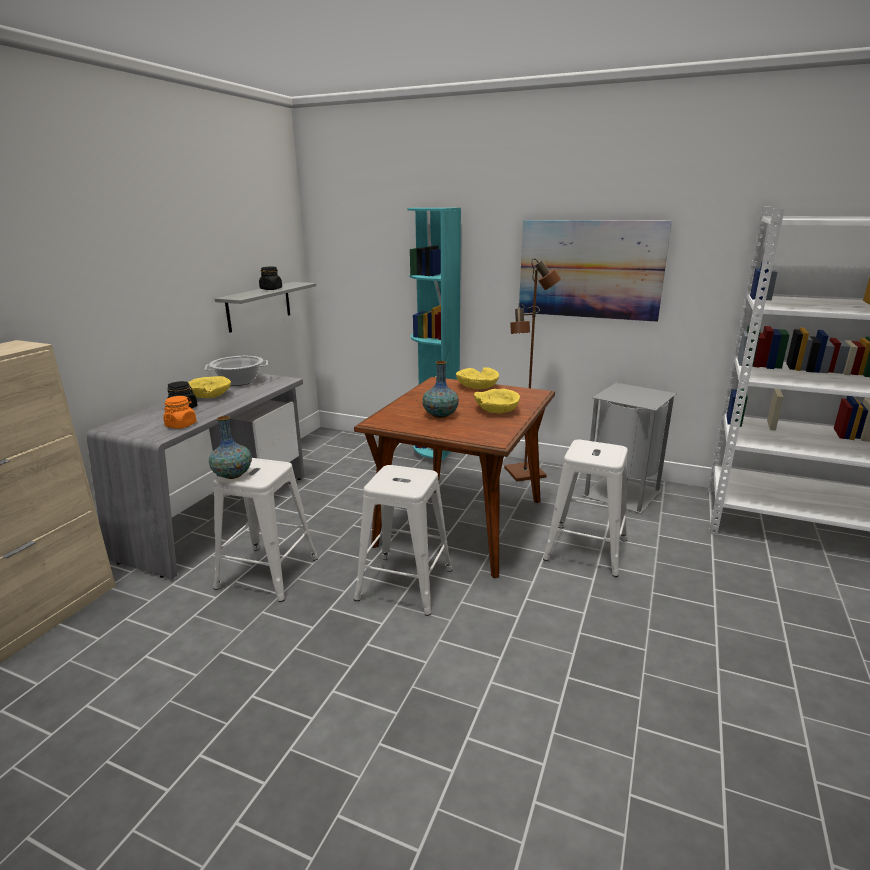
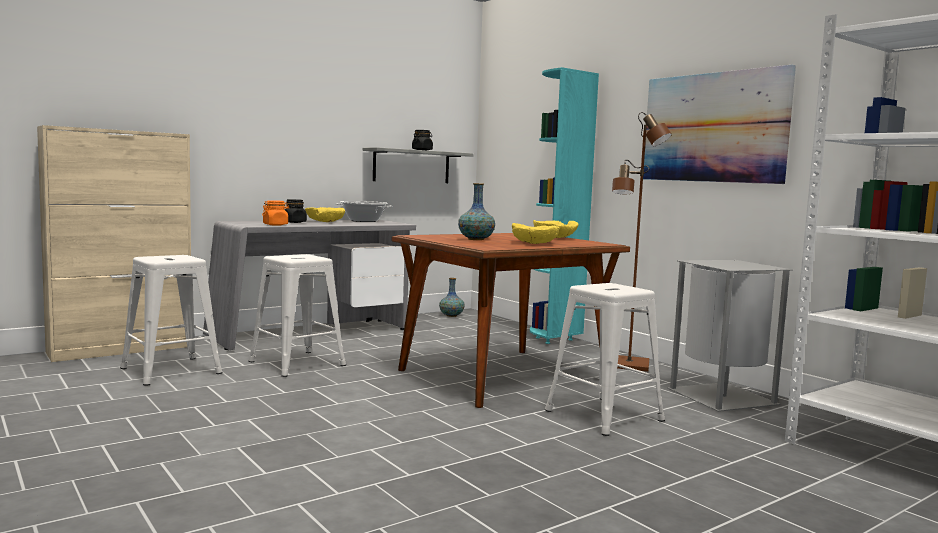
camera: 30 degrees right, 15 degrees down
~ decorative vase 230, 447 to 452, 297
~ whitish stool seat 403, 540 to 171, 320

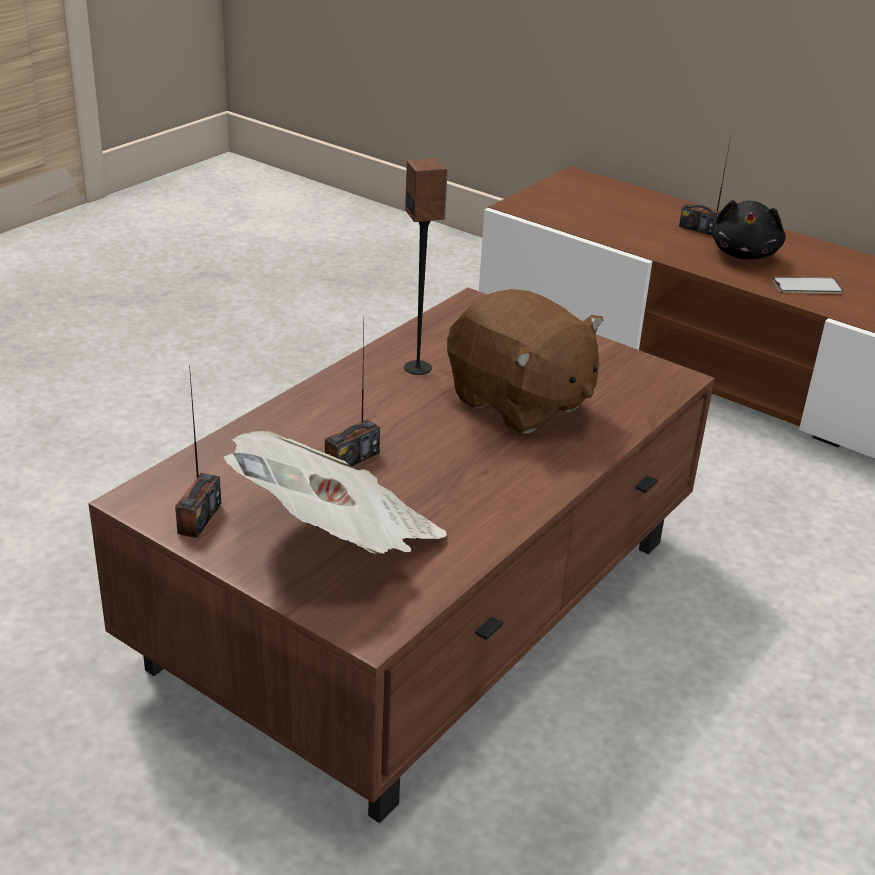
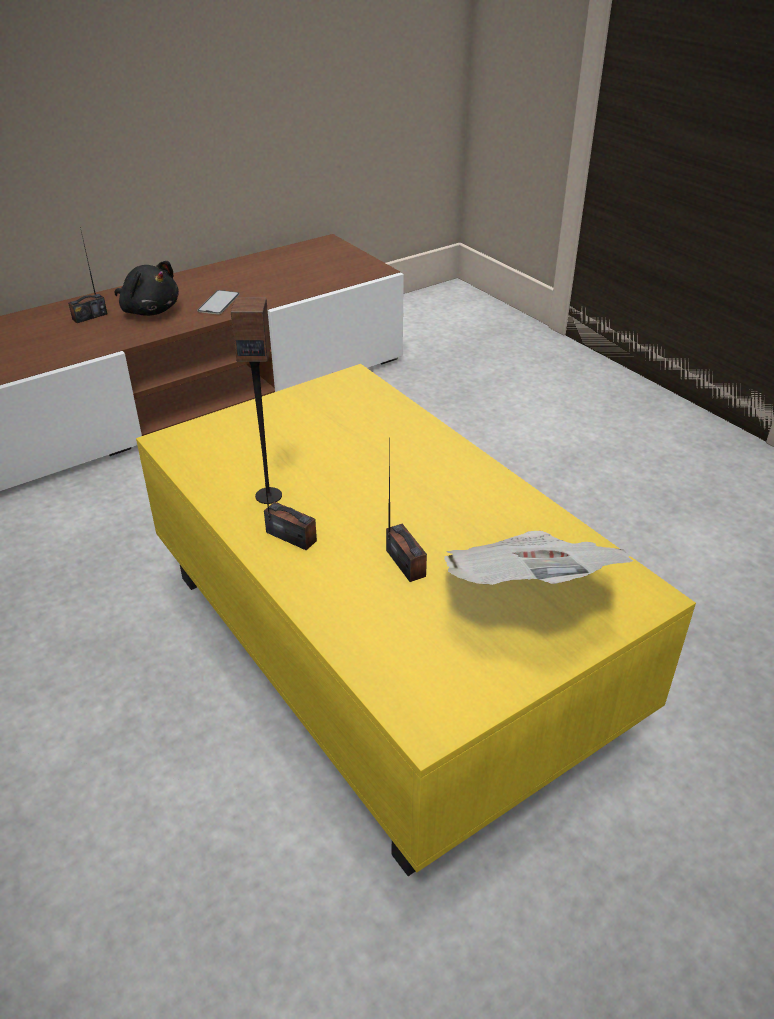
camera: 70 degrees left, 5 degrees up
- brownish cuddly toy 525, 361
~ radio set 198, 451 to 288, 486
~ brownish lounge table 401, 555 to yellow-coloured lounge table 416, 620

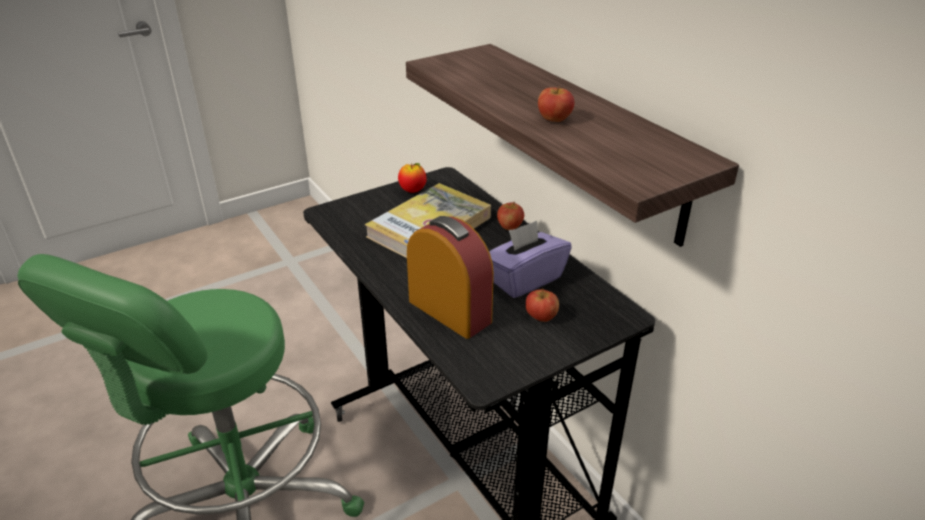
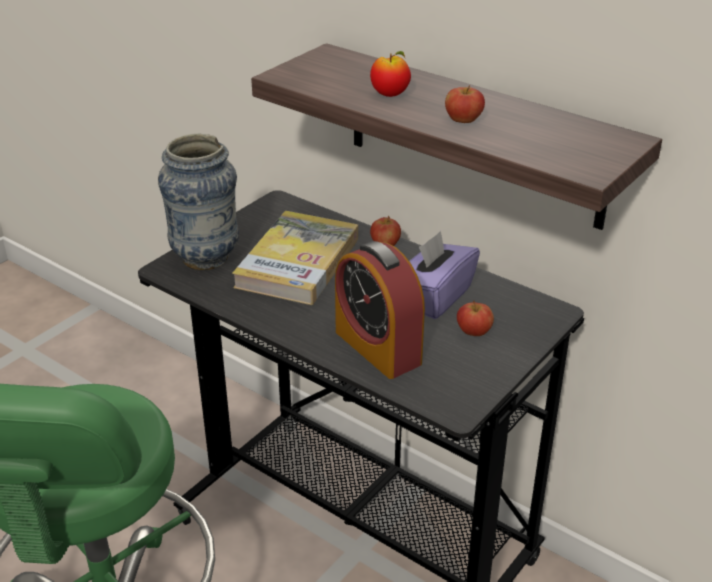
camera: 20 degrees left, 0 degrees up
+ decorative vase 198, 201
~ apple 412, 178 to 390, 74
~ alarm clock 450, 277 = 380, 310 150 degrees counterclockwise

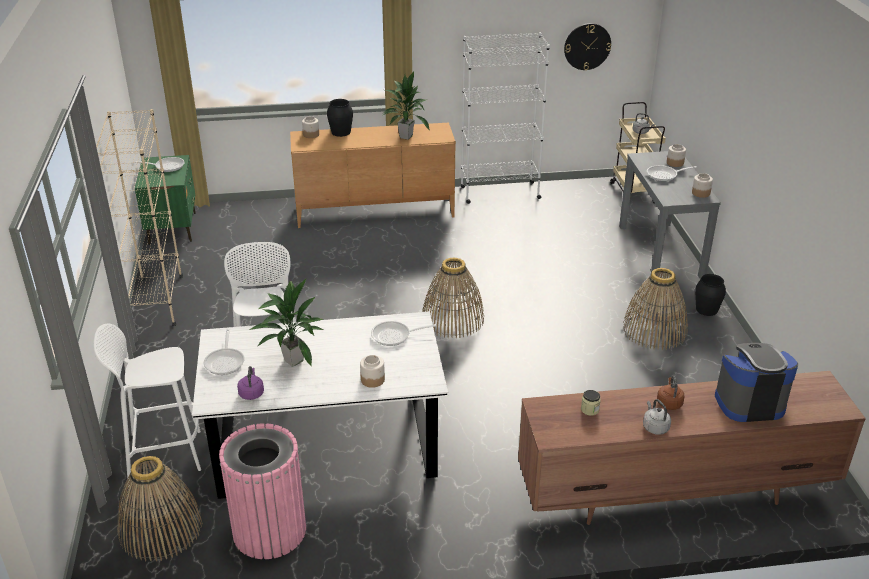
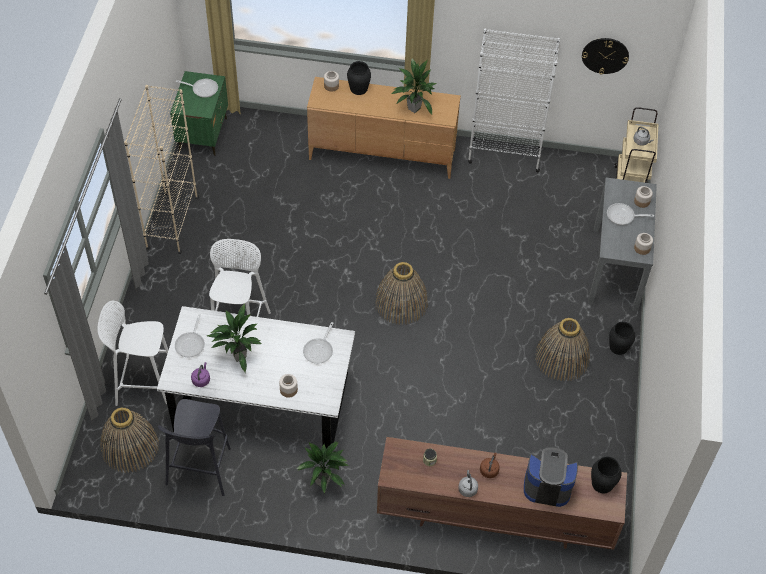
camera: 15 degrees right, 20 degrees up
+ houseplant 323, 467
+ black decorative vase 606, 475
~ pinkish waste bin 262, 491 to gray stool seat 194, 447
~ frying pan 403, 333 = 318, 343 75 degrees counterclockwise

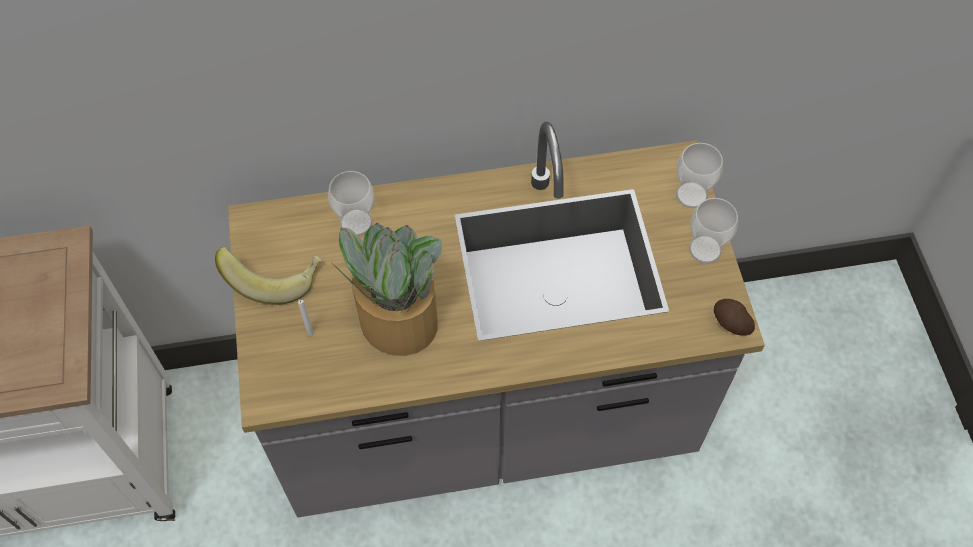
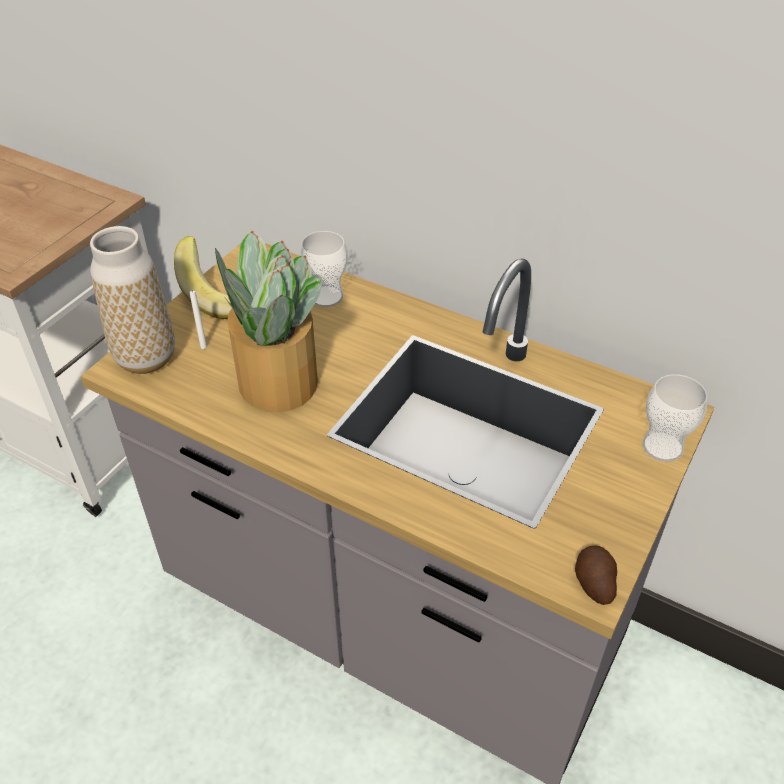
camera: 40 degrees right, 15 degrees down
- small cup 713, 231
+ decorative vase 132, 300

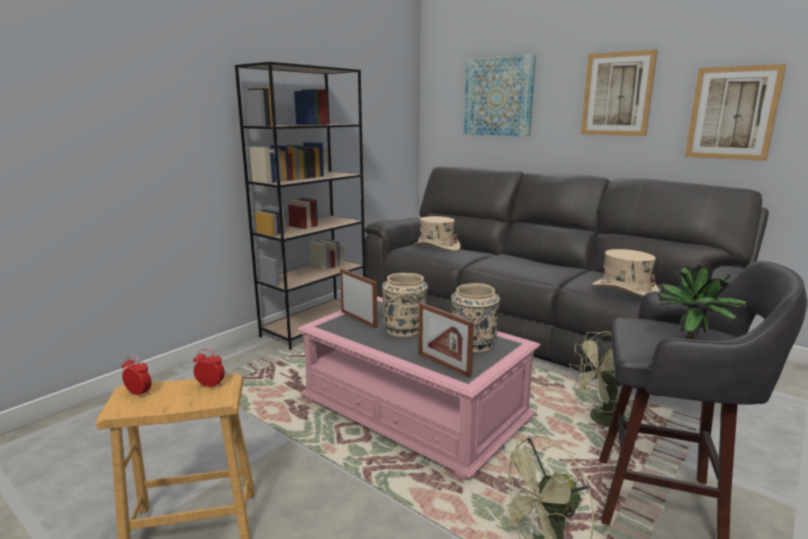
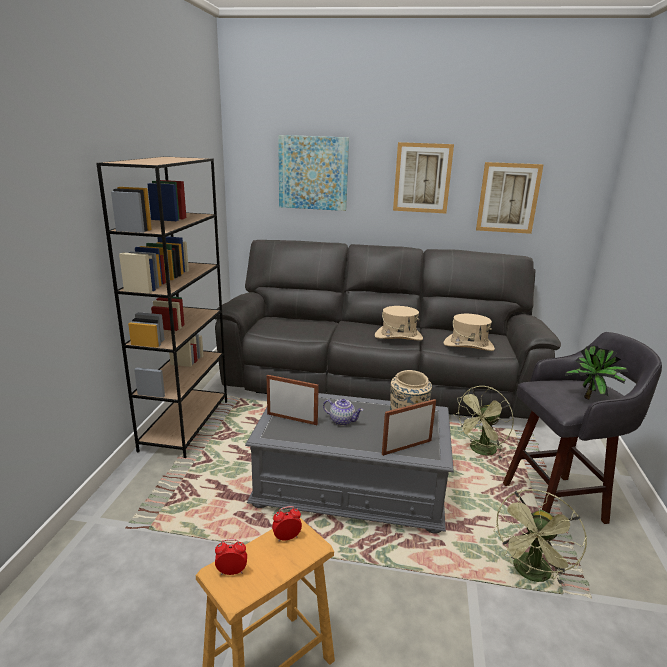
camera: 30 degrees left, 5 degrees up
~ beige hat 437, 233 to 399, 323
~ beige decorative vase 405, 305 to pot for tea 343, 412
~ pinkish lounge table 419, 387 to gray lounge table 349, 463
~ picture frame 446, 340 = 409, 427 135 degrees clockwise

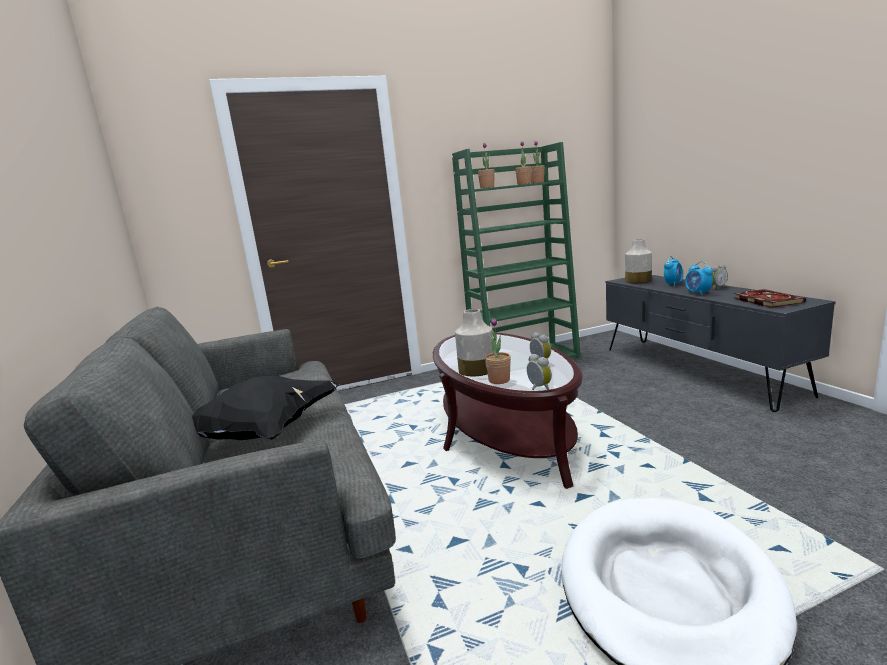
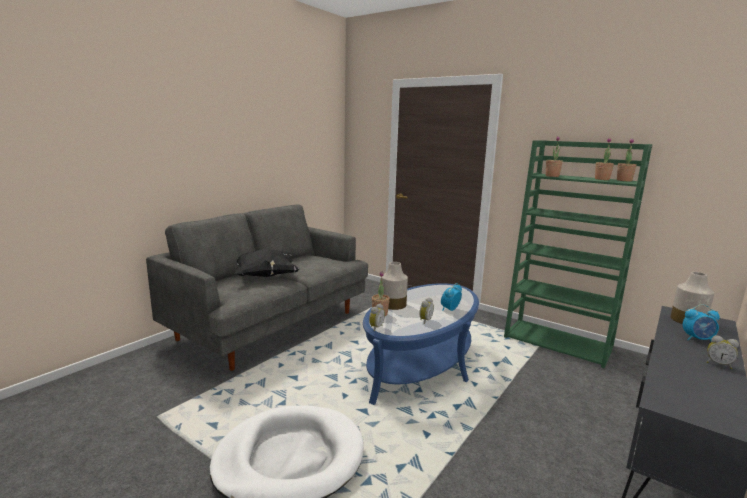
camera: 55 degrees right, 0 degrees up
- bound book 770, 298
~ alarm clock 699, 278 to 451, 297
~ brownish lounge table 508, 411 to blue-coloured lounge table 421, 344

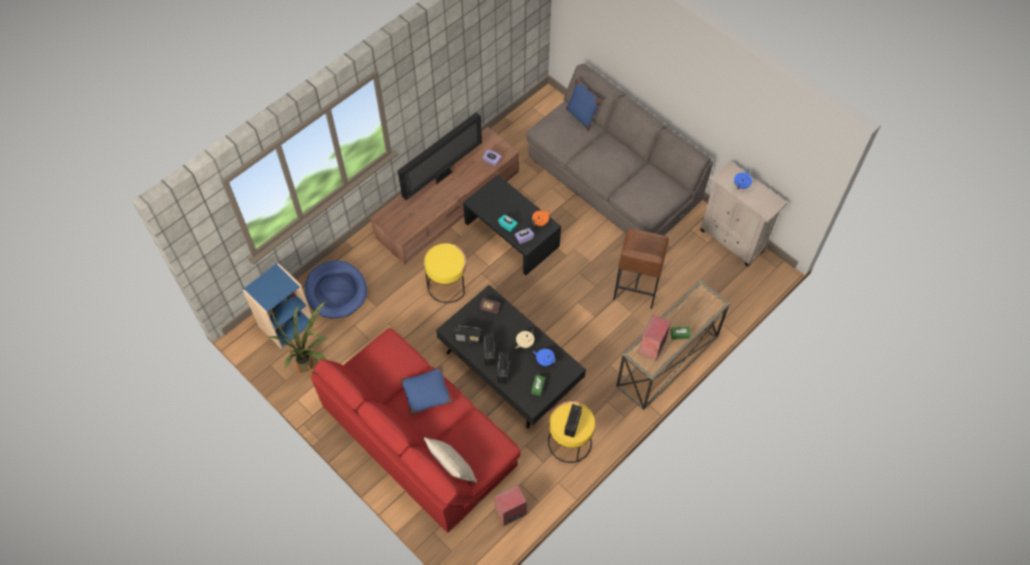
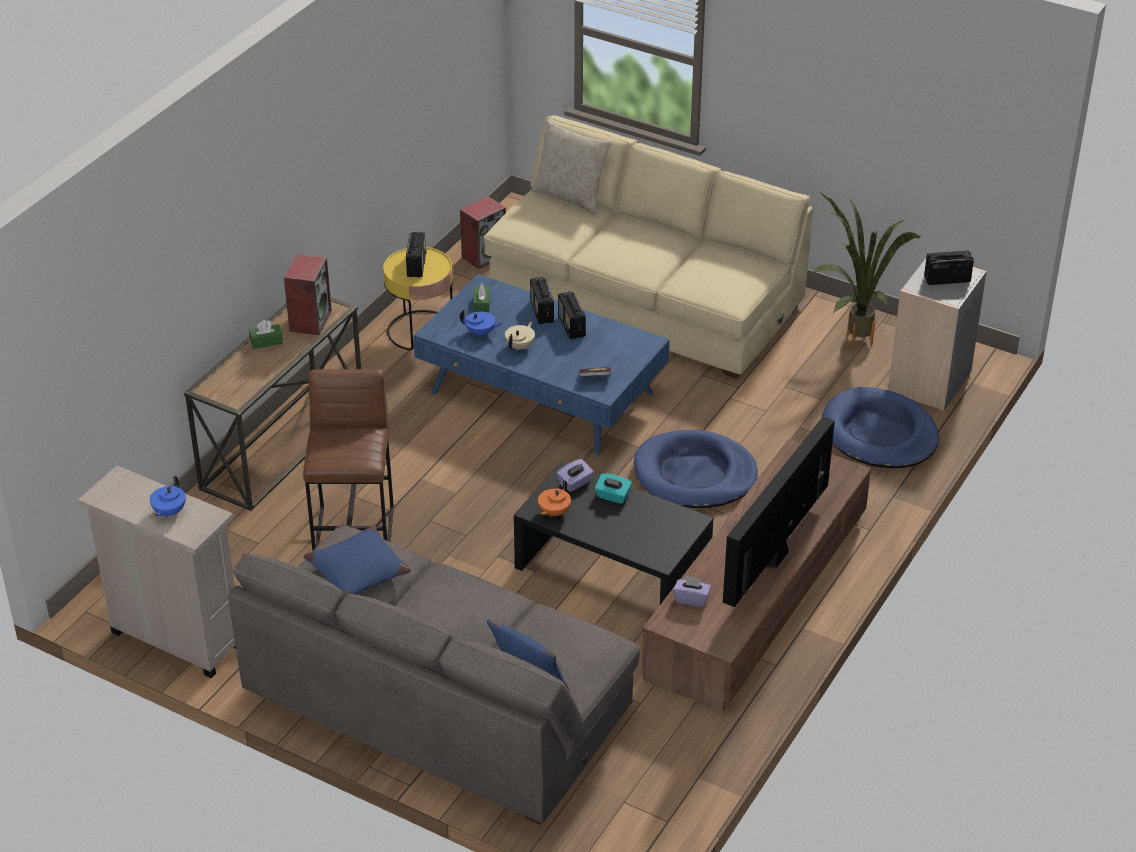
camera: 165 degrees right, 20 degrees down
~ blue-coloured cushion 427, 390 to 357, 560
~ radio set 468, 334 to 949, 267
~ yellow-coloured side table 445, 273 to blue-coloured pet bed 696, 469
~ blue-coloured shelving unit 277, 305 to gray shelving unit 937, 334
~ red sofa 416, 430 to beige sofa 648, 246
~ black lounge table 511, 356 to blue-coloured lounge table 541, 364

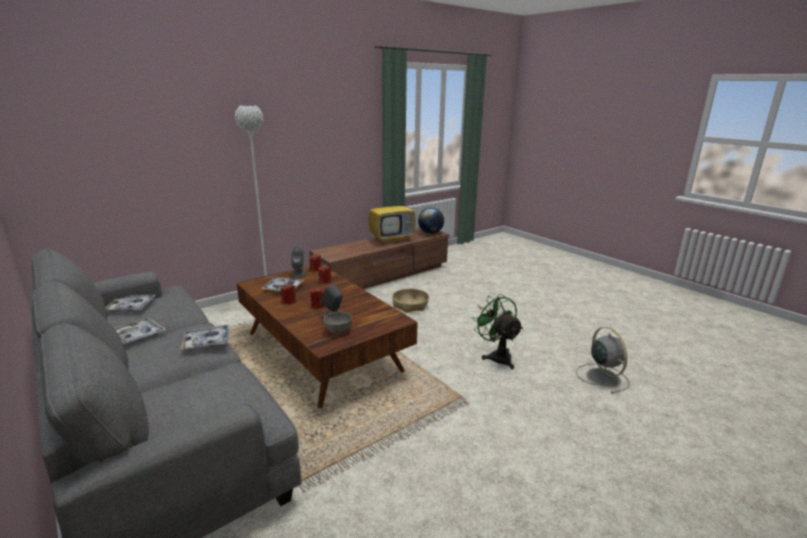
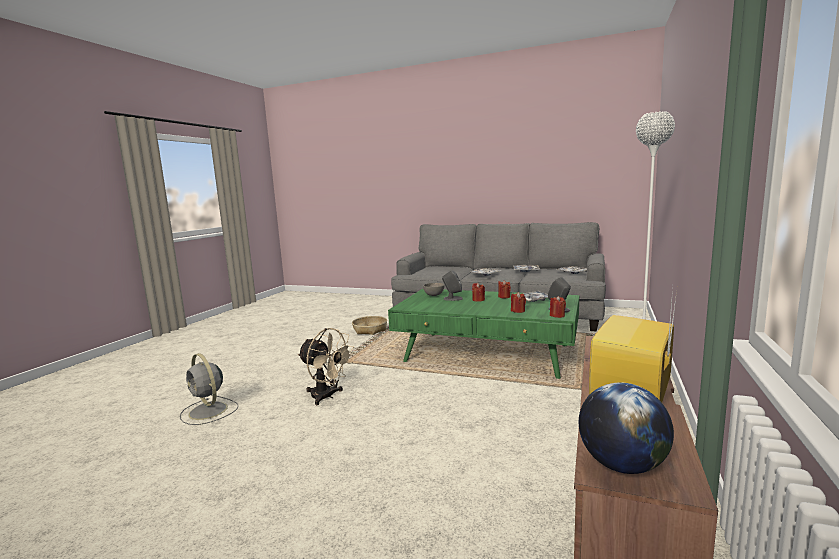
camera: 150 degrees right, 10 degrees down
~ basket 410, 301 to 369, 325
~ brownish lounge table 327, 336 to green lounge table 483, 334
~ green cooling fan 497, 331 to beige cooling fan 326, 366

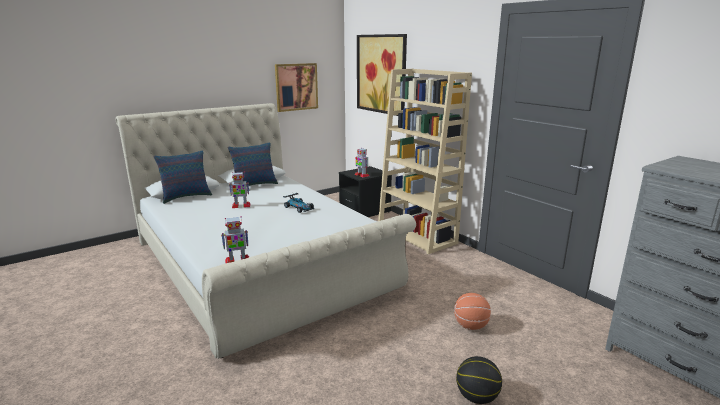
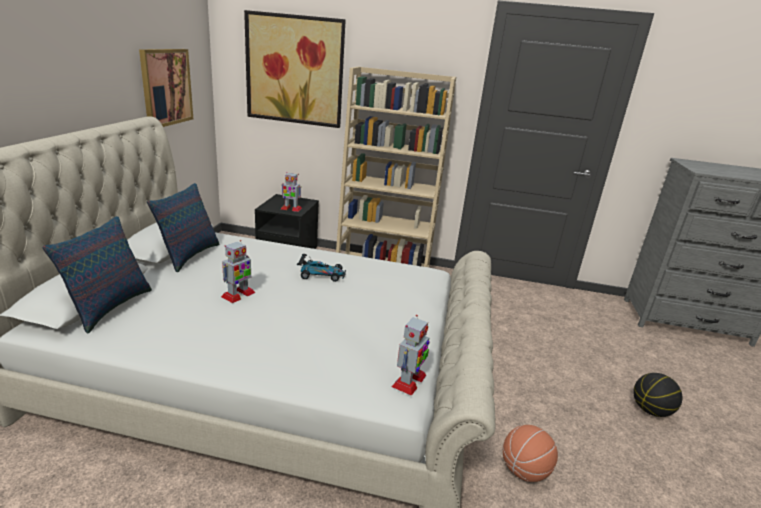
camera: 45 degrees left, 5 degrees up
~ basketball 472, 311 to 530, 453

